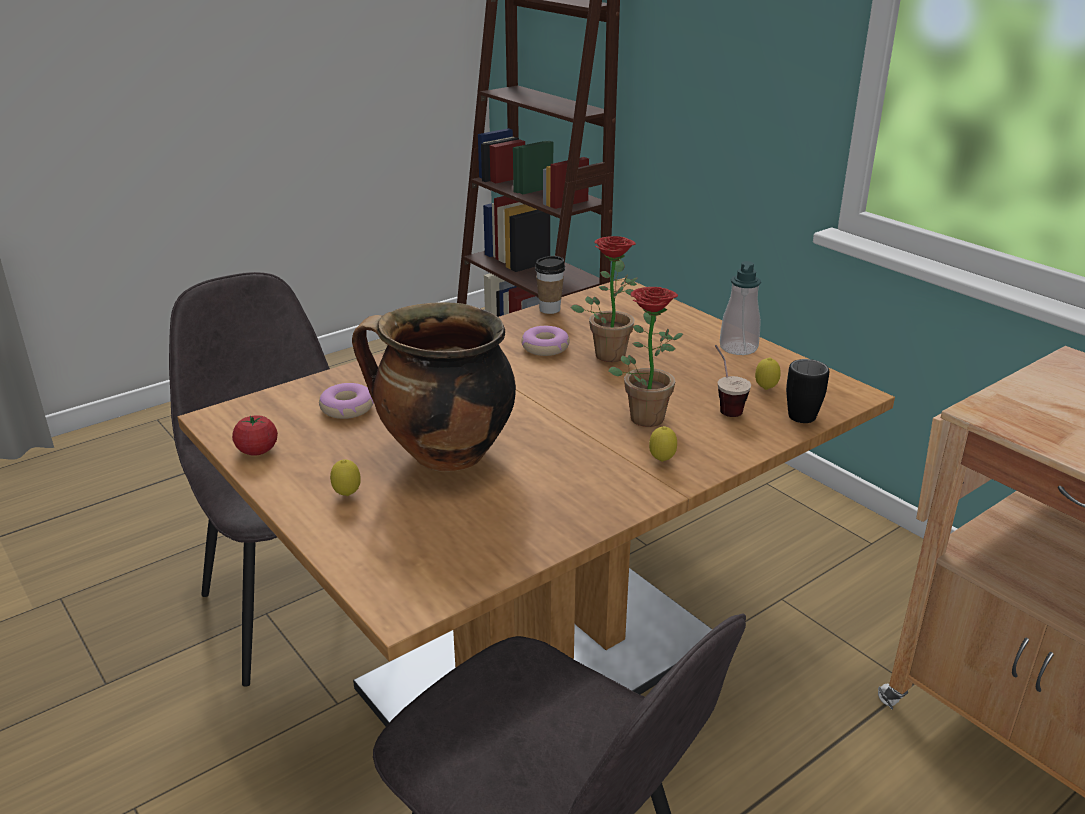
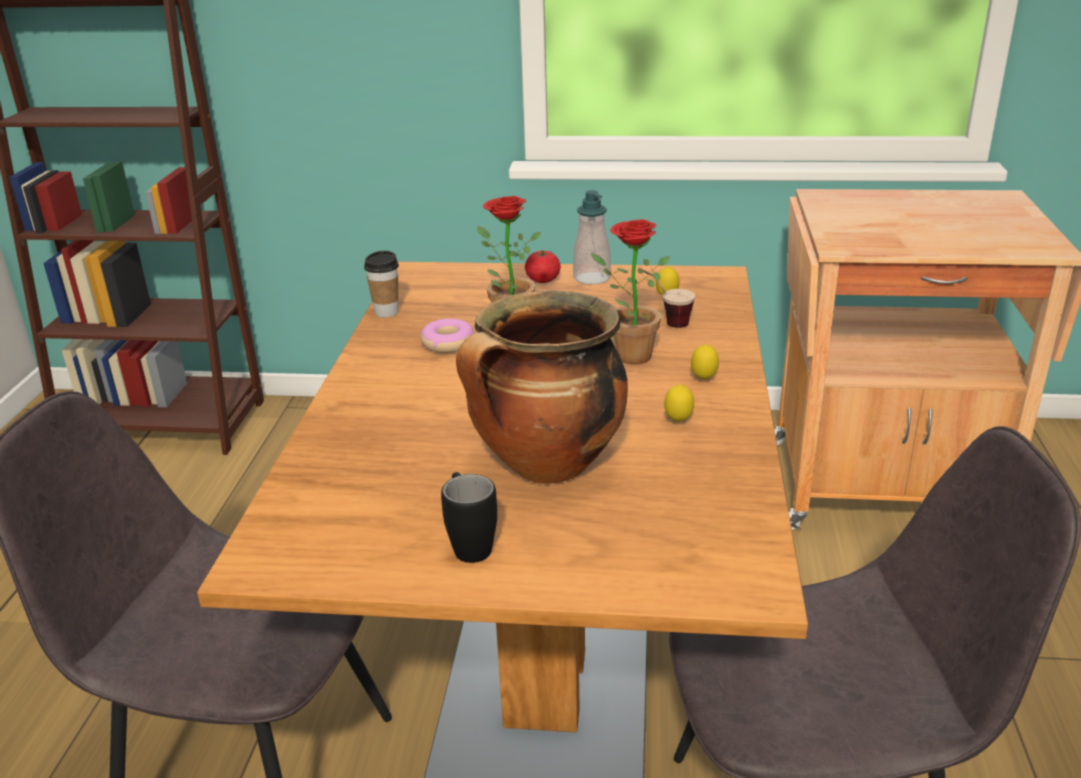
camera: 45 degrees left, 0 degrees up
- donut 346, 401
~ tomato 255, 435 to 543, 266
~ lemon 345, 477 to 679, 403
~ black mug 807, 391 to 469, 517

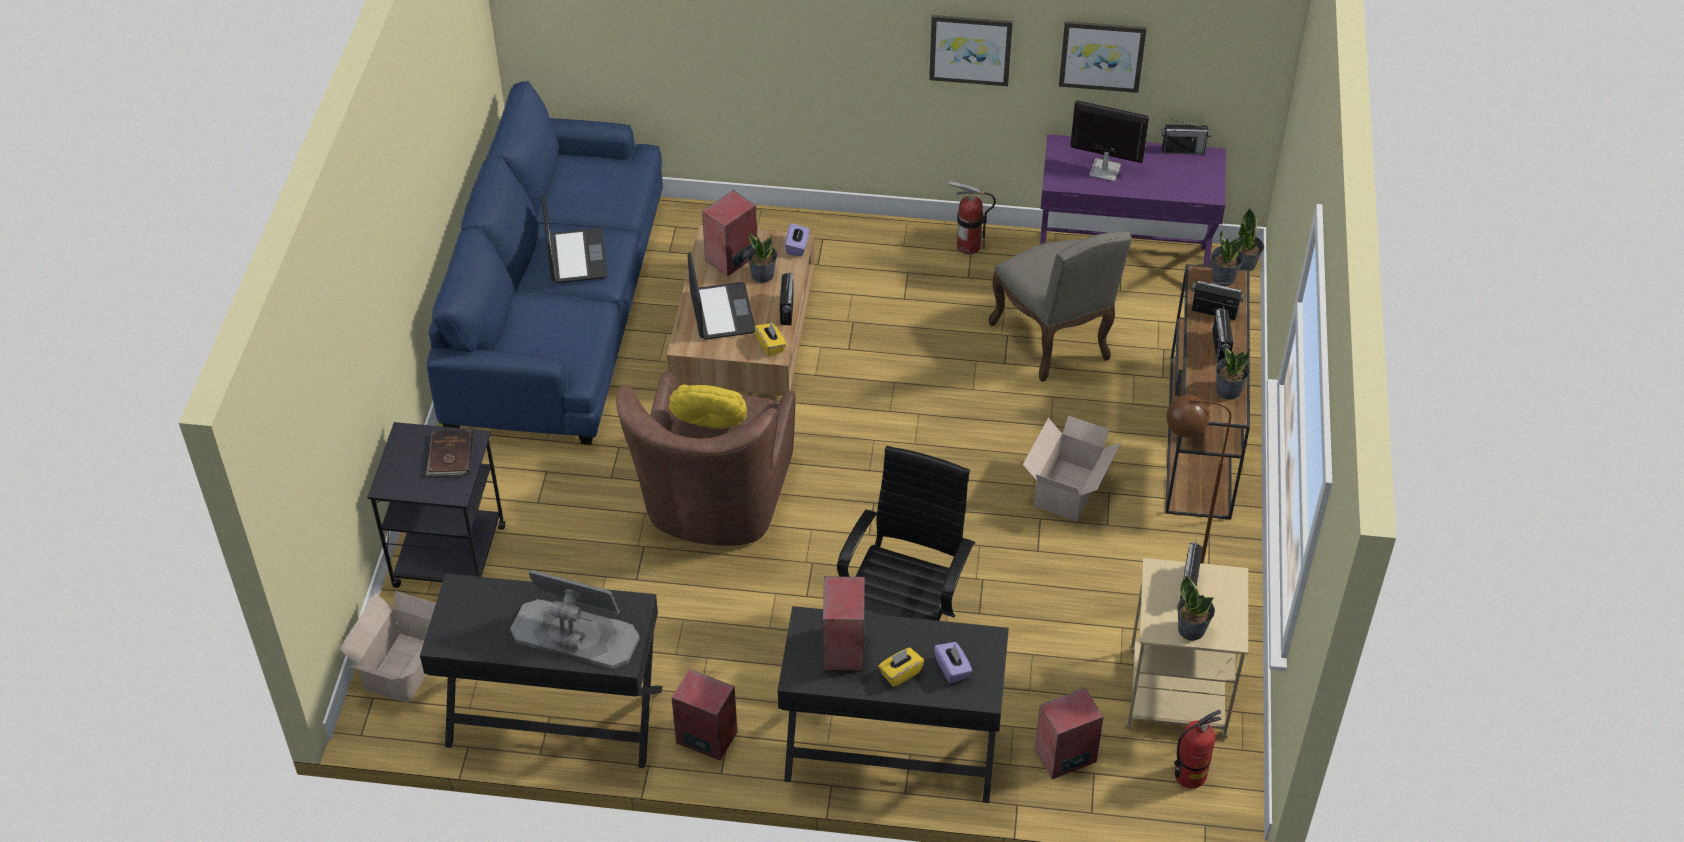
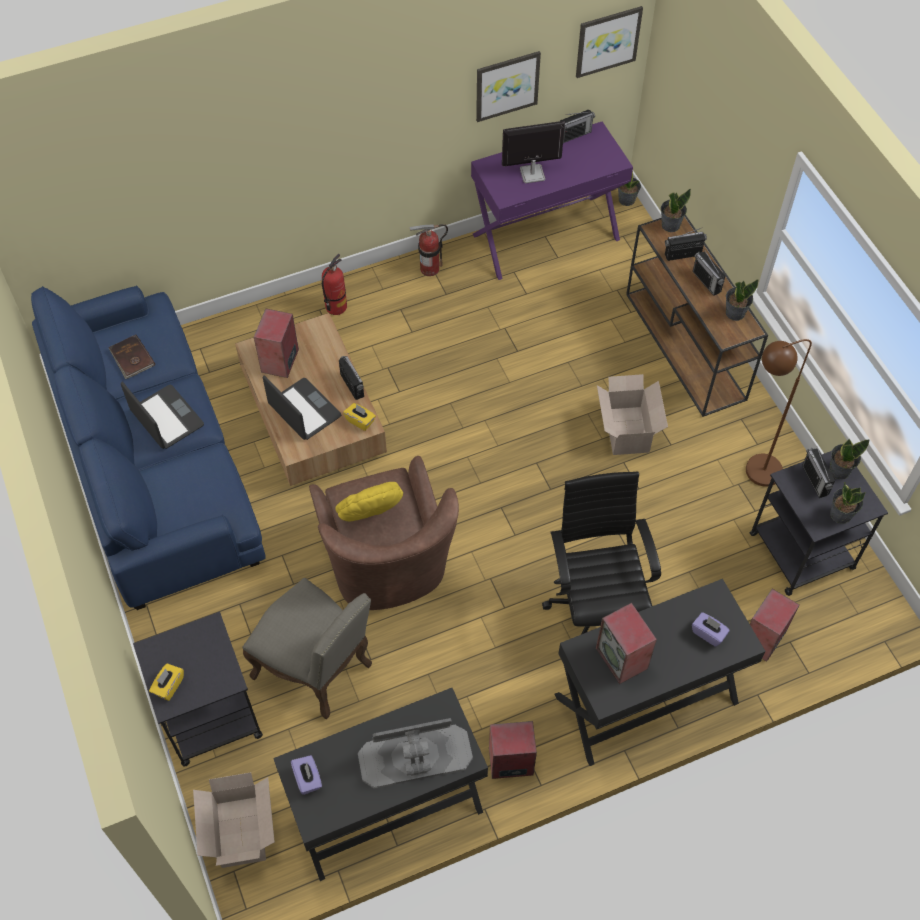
camera: 30 degrees left, 10 degrees up
~ brownish bound book 449, 452 to 132, 356
~ houseplant 762, 256 to 849, 459
~ purplish tissue holder 797, 239 to 306, 775
~ yellow-coloured tissue holder 901, 667 to 166, 682
~ wall picture 971, 50 to 609, 42
~ gray upright chair 1060, 307 to 307, 649
~ fire-fighting cylinder 1197, 749 to 334, 284
~ beige cart 1187, 648 to black cart 819, 523

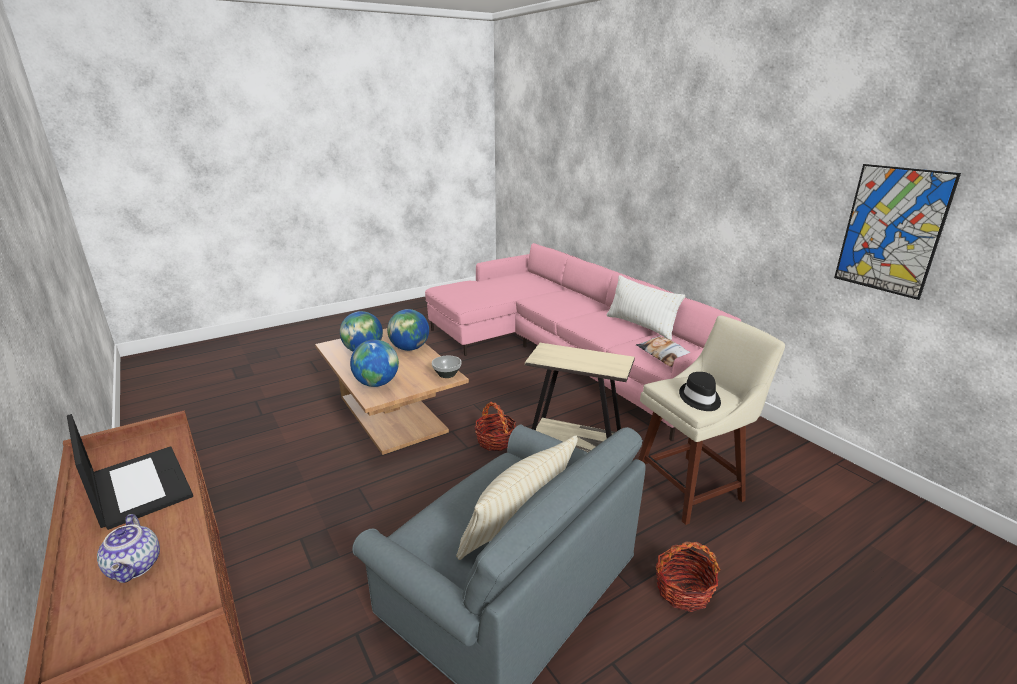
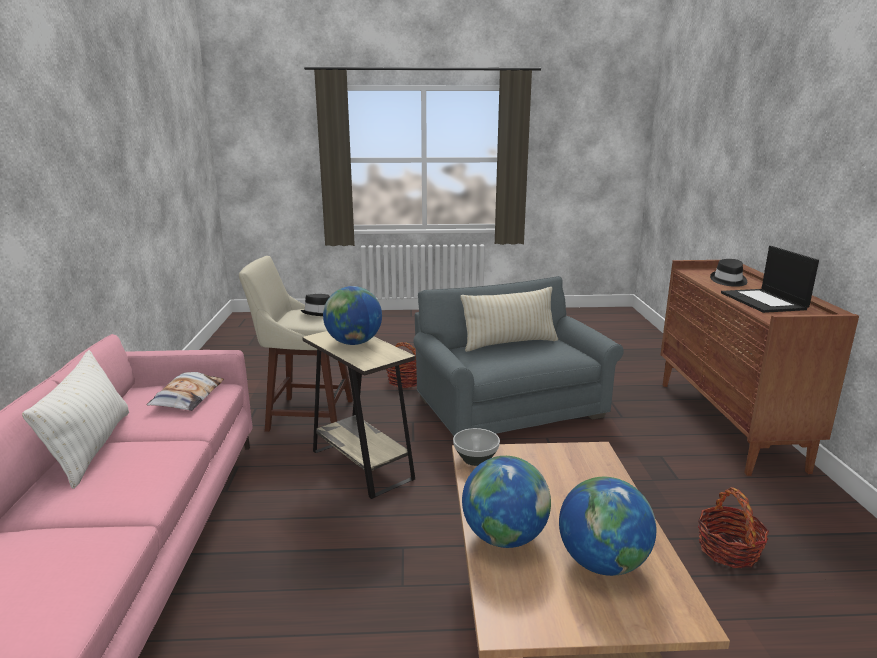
camera: 150 degrees left, 5 degrees down
- wall picture 897, 232
~ desk globe 374, 363 to 352, 315
~ basket 495, 426 to 733, 527
~ pot for tea 128, 548 to black hat 728, 273

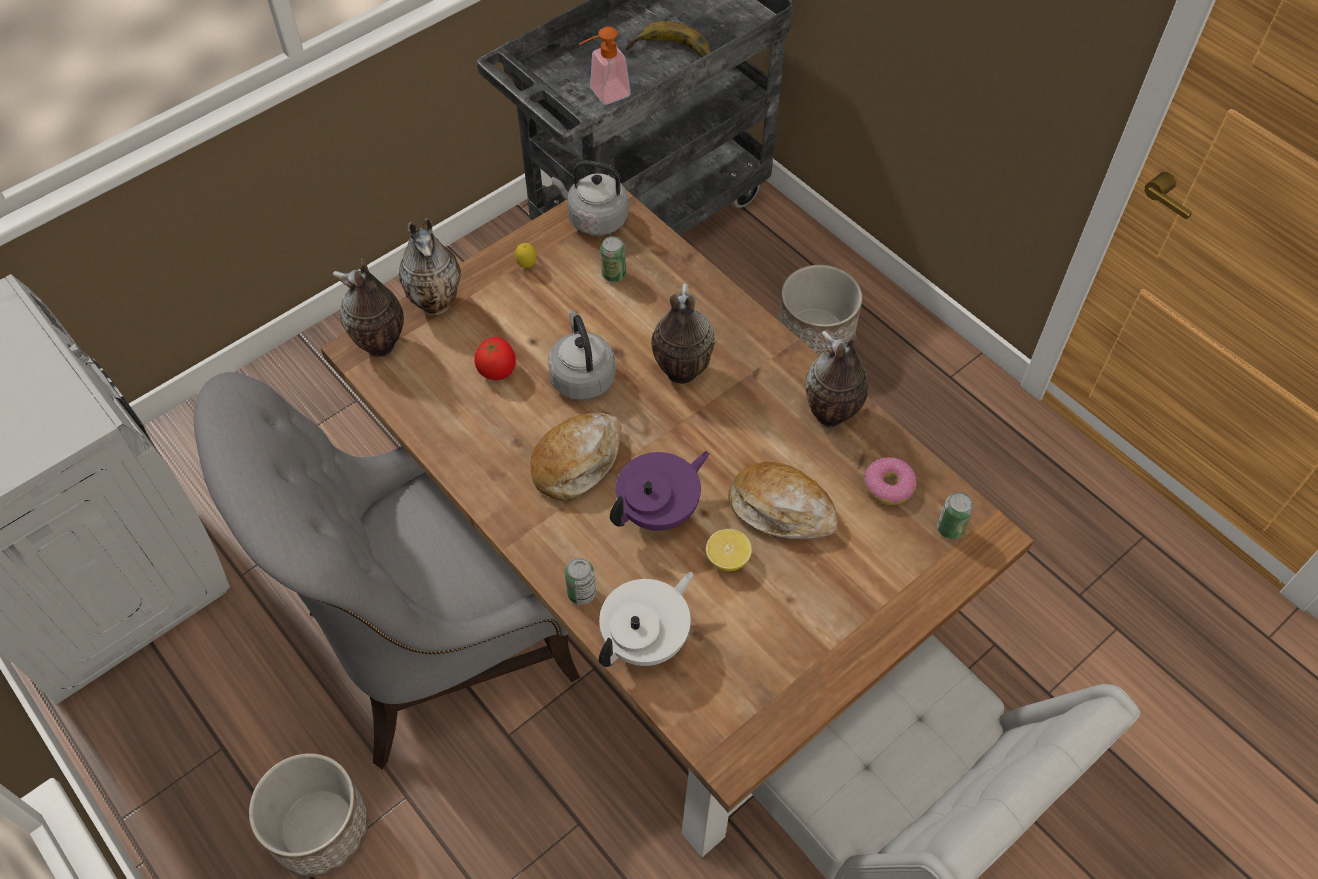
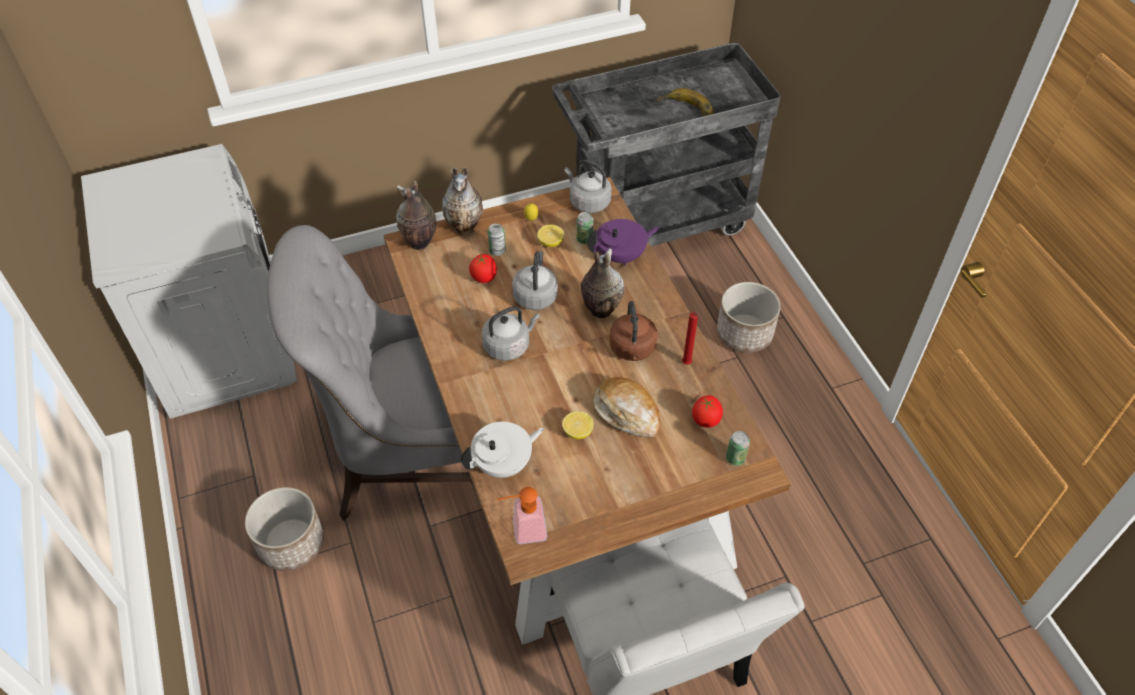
camera: 20 degrees right, 5 degrees down
+ lemon 550, 236
+ brownish tea kettle 633, 331
~ sealed can 580, 581 to 497, 240
~ soap dispenser 605, 66 to 522, 515
~ purplish pot for tea 660, 491 to 623, 242
~ bread 575, 456 to gray tea kettle 511, 333
~ decorative vase 837, 379 to red wax candle 690, 338
~ donut 890, 481 to tomato 707, 411

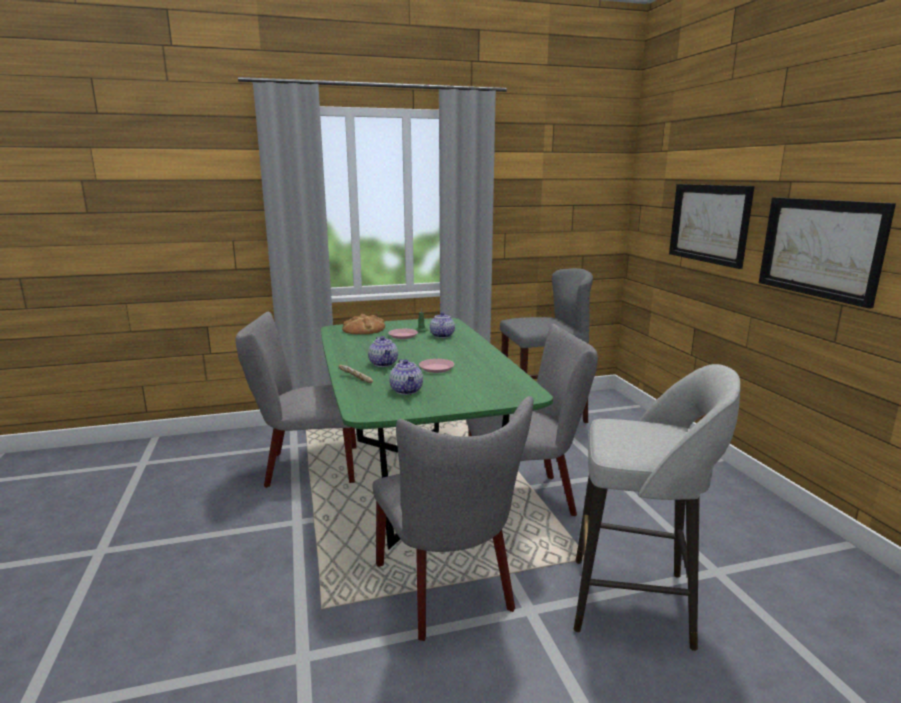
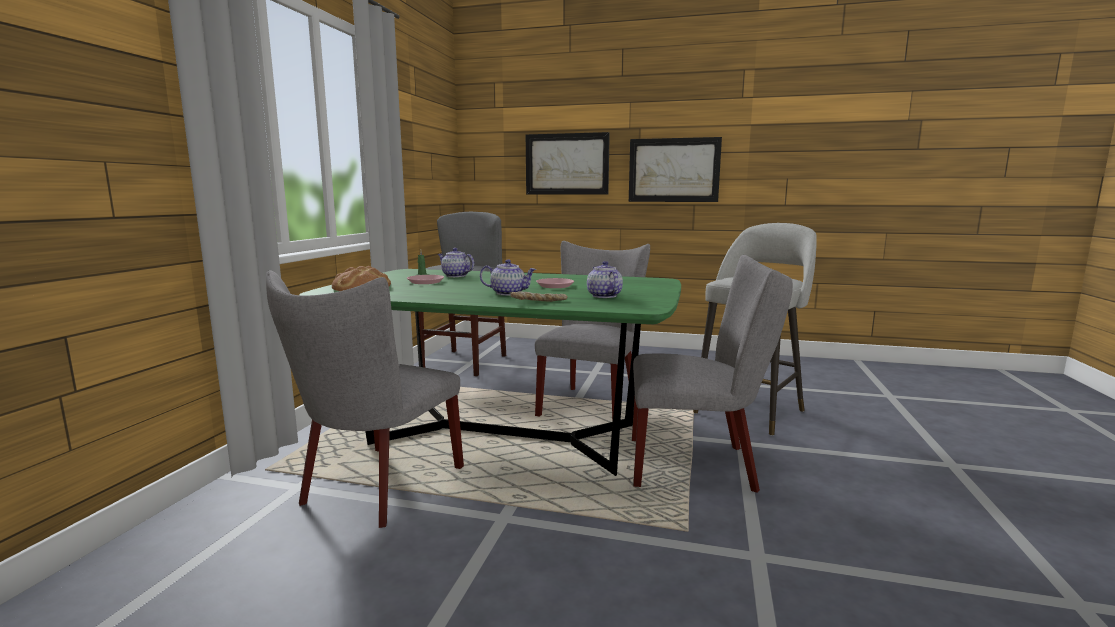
camera: 60 degrees left, 5 degrees down
~ pot for tea 406, 377 = 605, 279 120 degrees counterclockwise

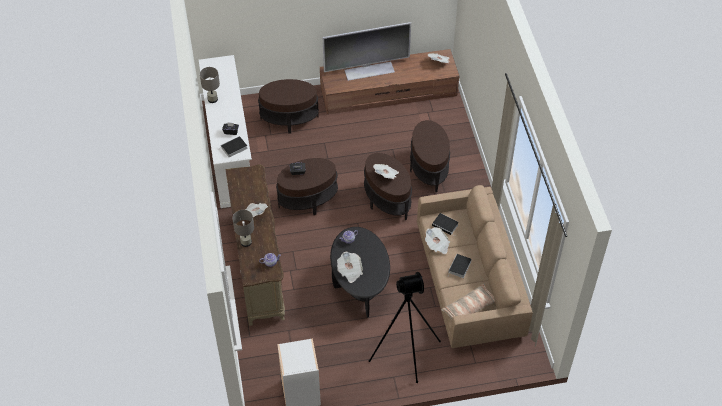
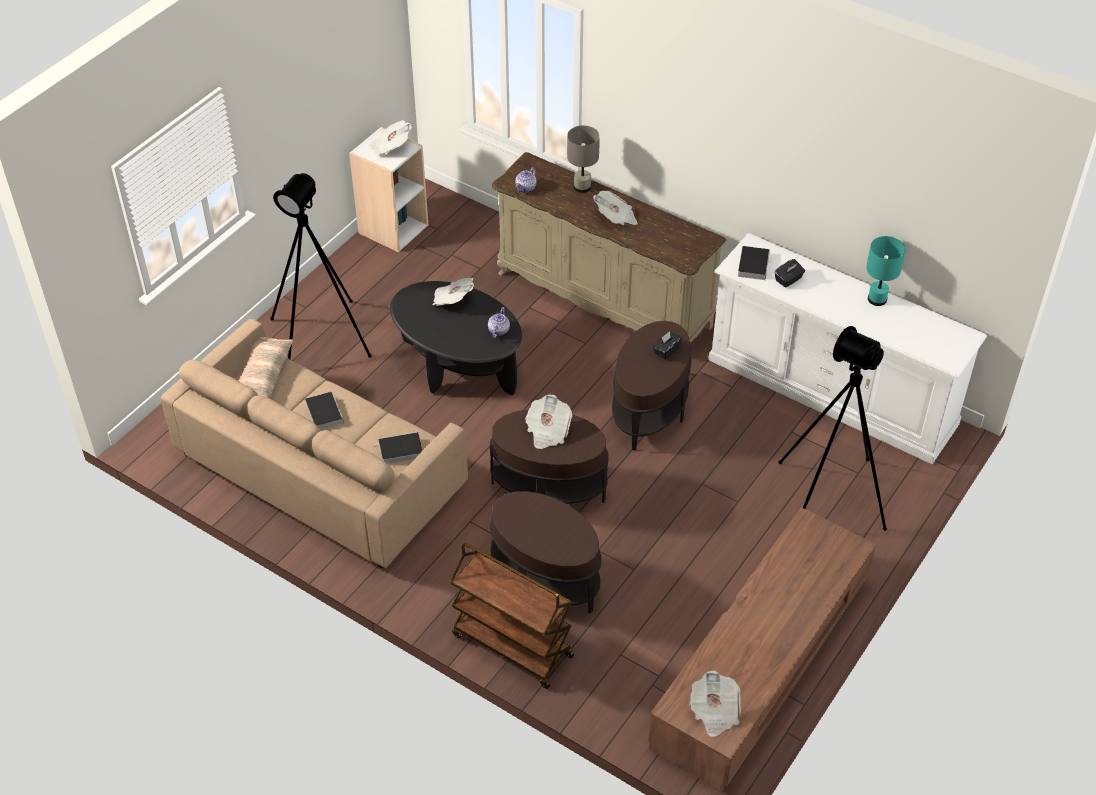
camera: 135 degrees right, 5 degrees down
- television 367, 51
+ brownish cart 512, 616
~ newspaper 437, 240 to 391, 138
~ brownish side table 288, 106 to black standard lamp 833, 428
~ gray tabletop lamp 210, 85 to turquoise-coloured tabletop lamp 886, 271

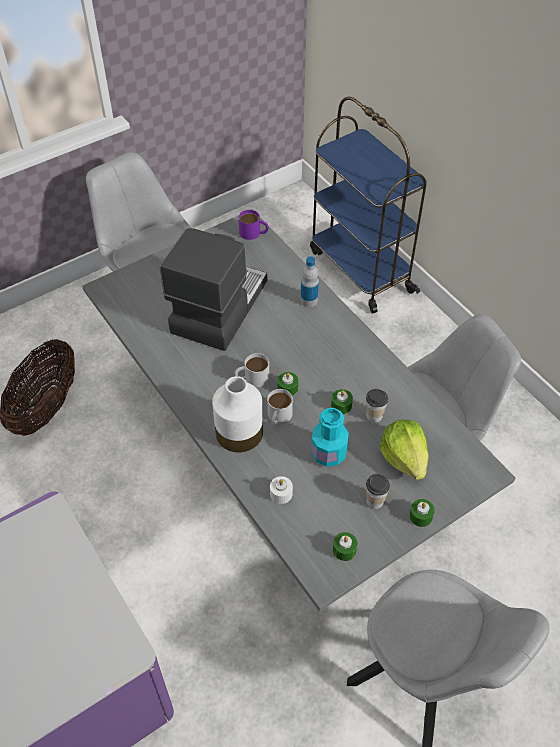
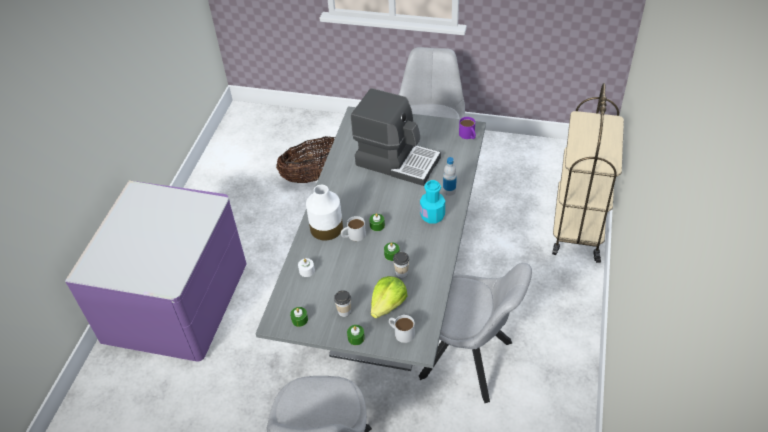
camera: 50 degrees right, 5 degrees down
~ whitish mug 252, 370 to 402, 329
~ turquoise-coloured bottle 330, 437 to 432, 202
~ blue-coloured cart 368, 205 to beige cart 588, 173
~ coffee maker 213, 289 = 396, 137 45 degrees clockwise

